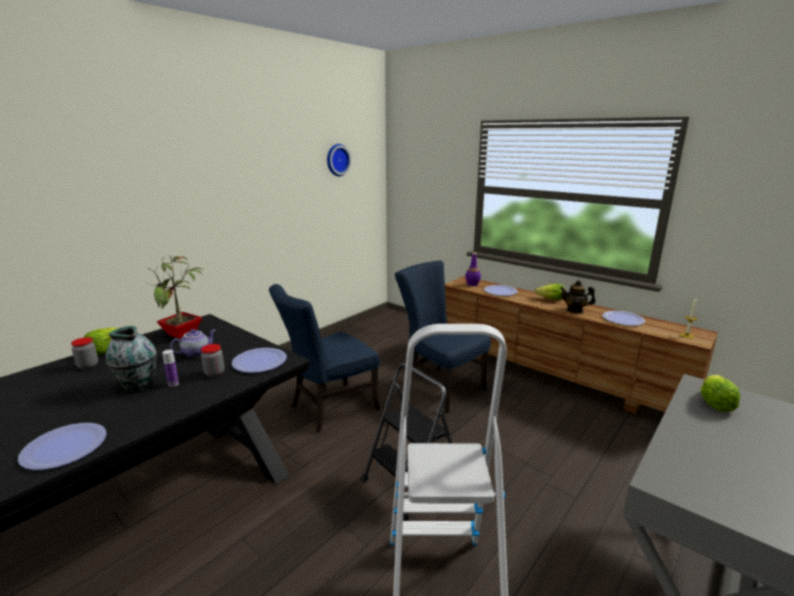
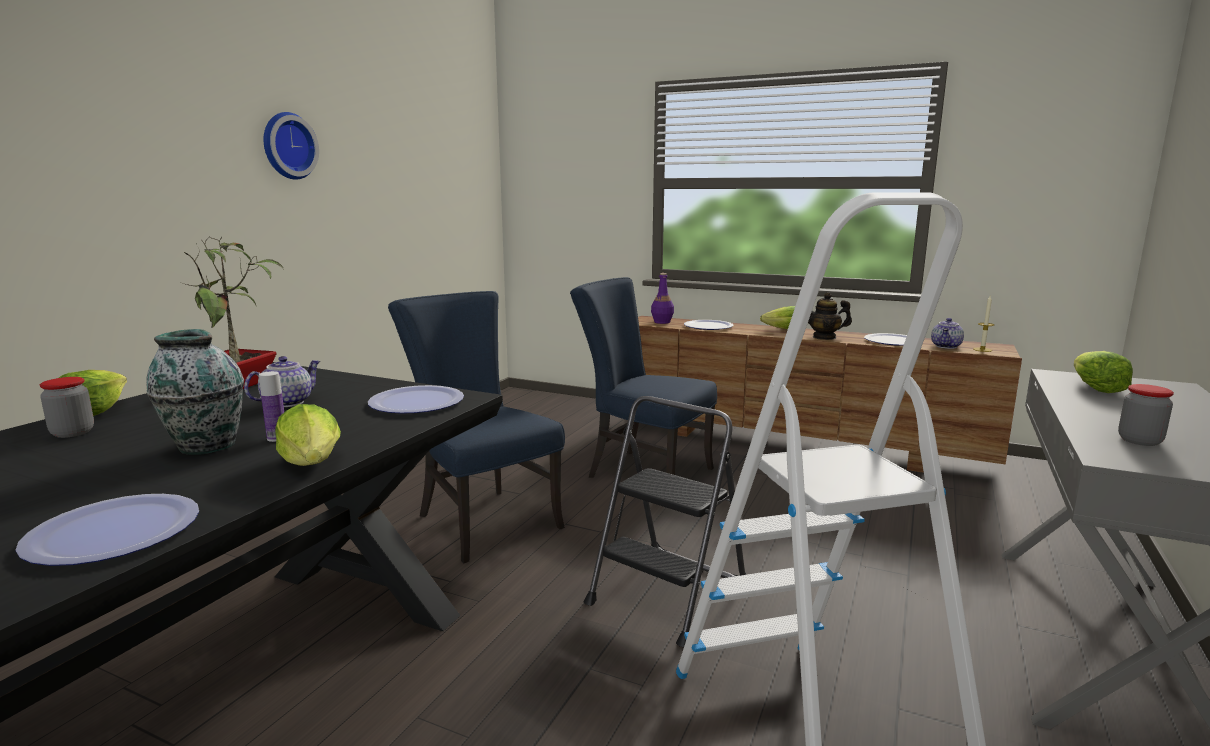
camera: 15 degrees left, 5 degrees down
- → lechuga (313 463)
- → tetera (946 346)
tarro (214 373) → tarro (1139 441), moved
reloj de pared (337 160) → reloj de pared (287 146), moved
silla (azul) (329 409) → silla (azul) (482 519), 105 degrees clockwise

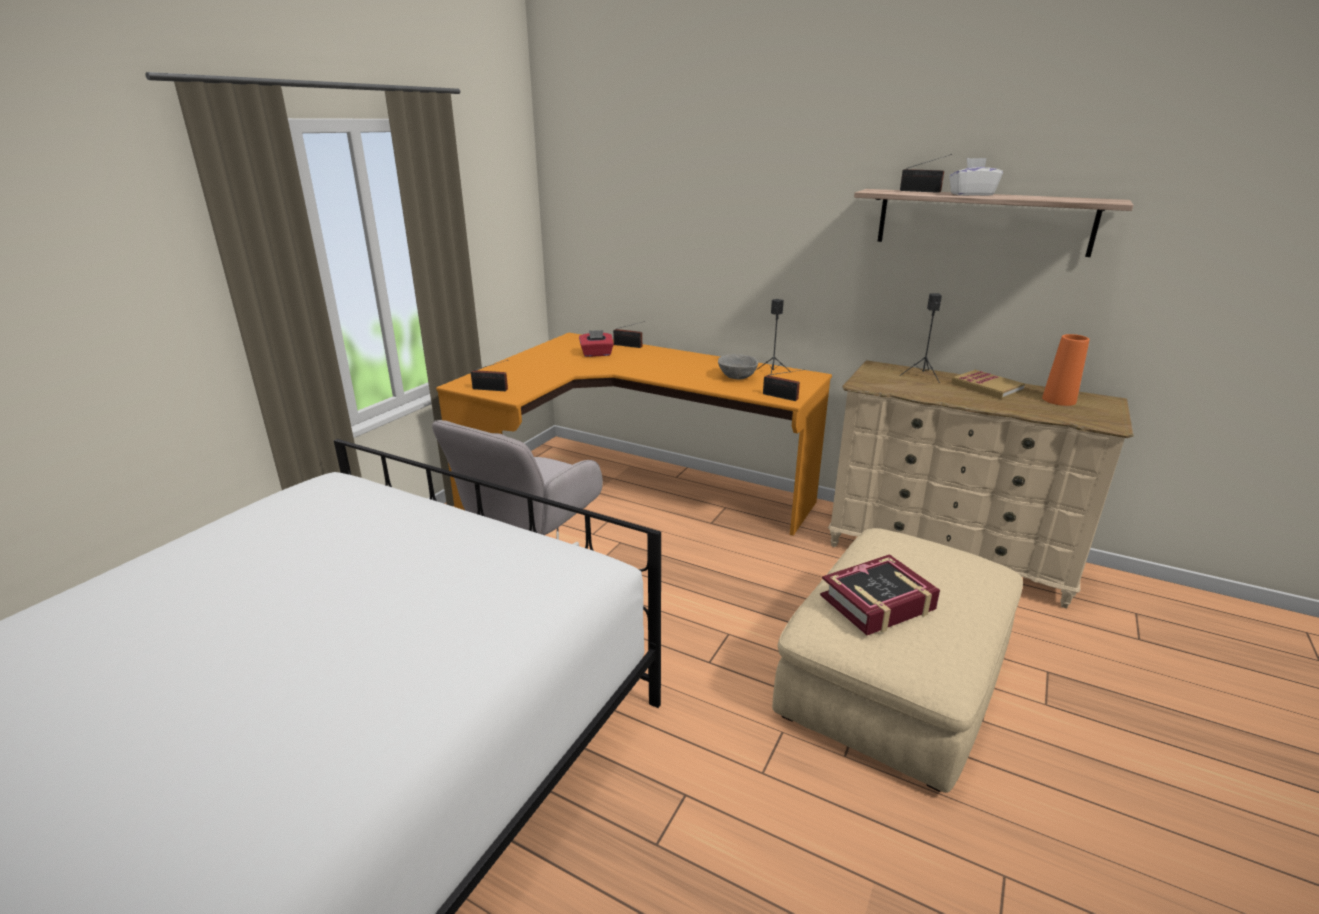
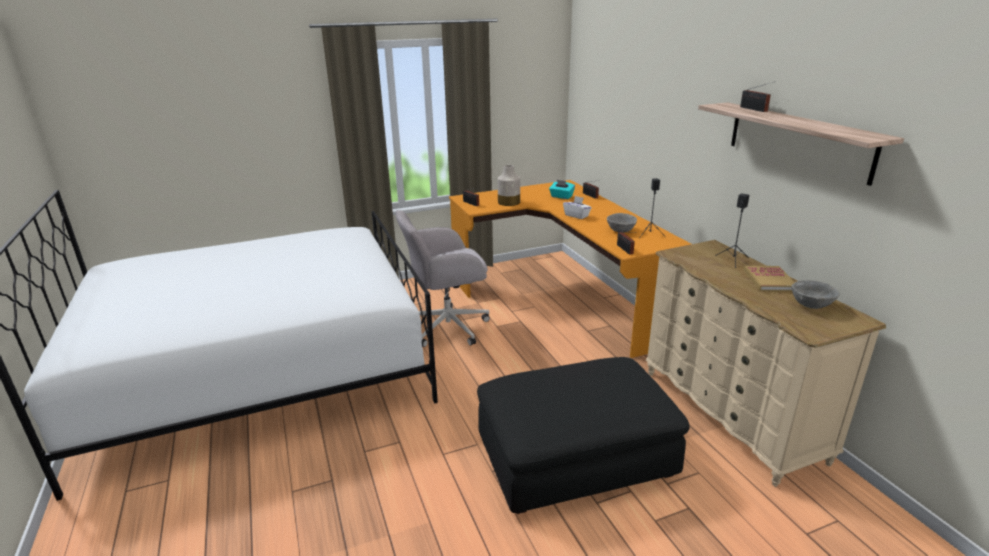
camera: 40 degrees right, 0 degrees up
libro (878 603) → -
- → florero (beis) (508 202)
caja de pañuelos (blanco) (971 194) → caja de pañuelos (blanco) (576 215), moved
florero (naranja) (1059 400) → cuenco (gris) (810 306)
caja de pañuelos (rojo) (596 354) → caja de pañuelos (turquesa) (561 196)
puf (beis) (895 679) → puf (negro) (575 456)

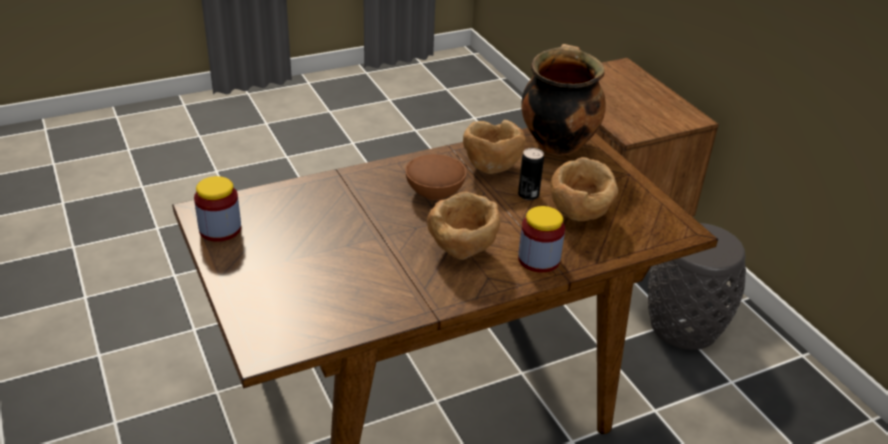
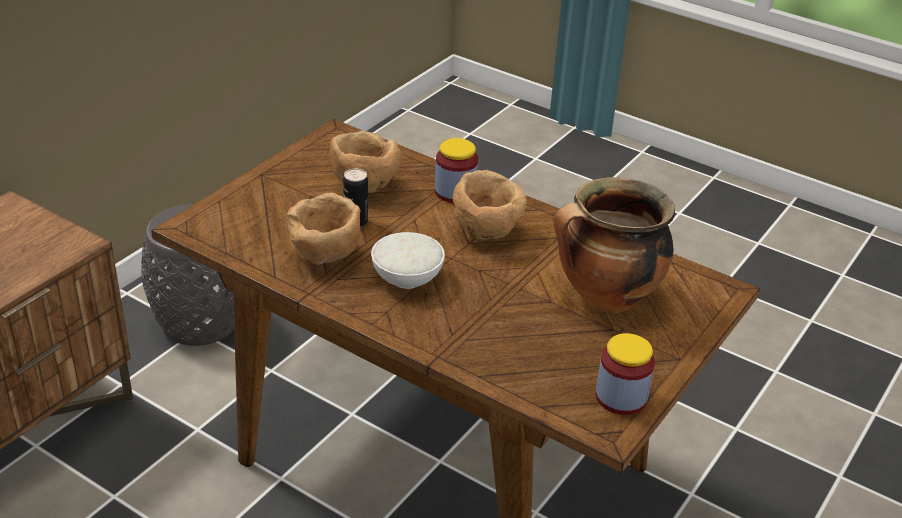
camera: 120 degrees left, 0 degrees up
olla (557 143) → olla (605 298), moved
cuenco (marrón) (434 192) → cuenco (blanco) (406 279)

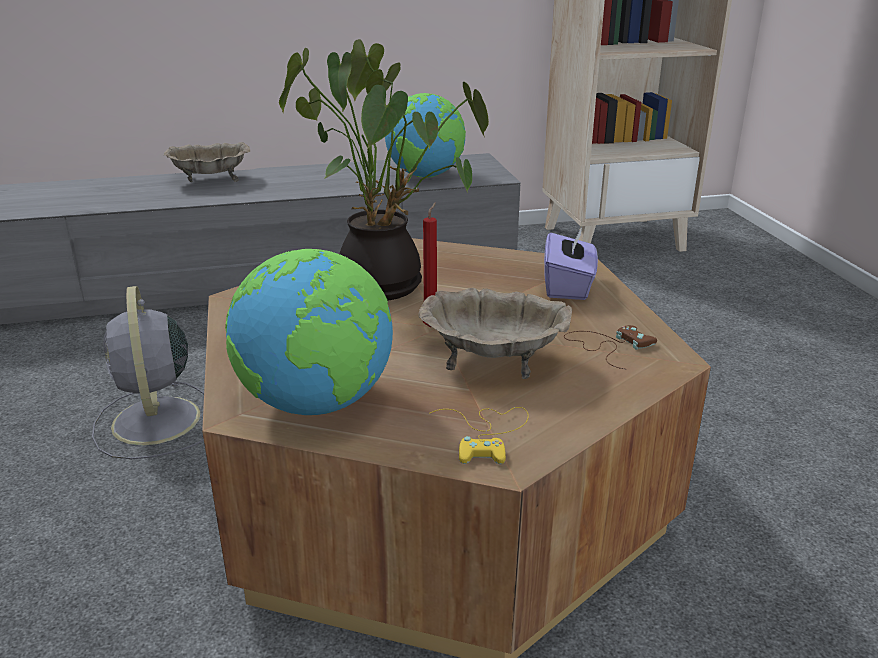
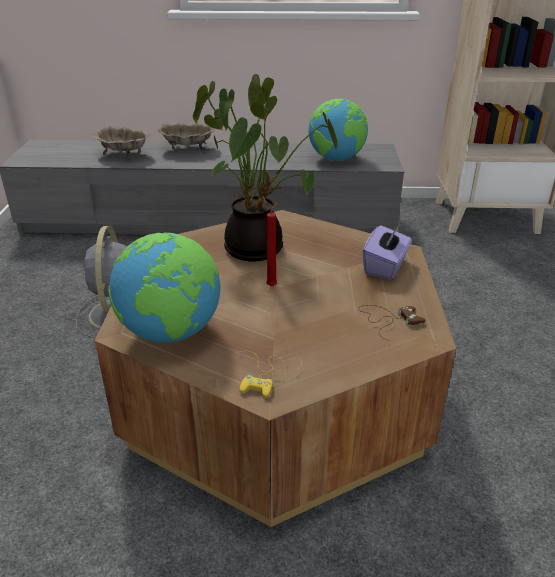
camera: 15 degrees right, 5 degrees up
cuenco (beis) (493 360) → cuenco (beis) (124 154), moved

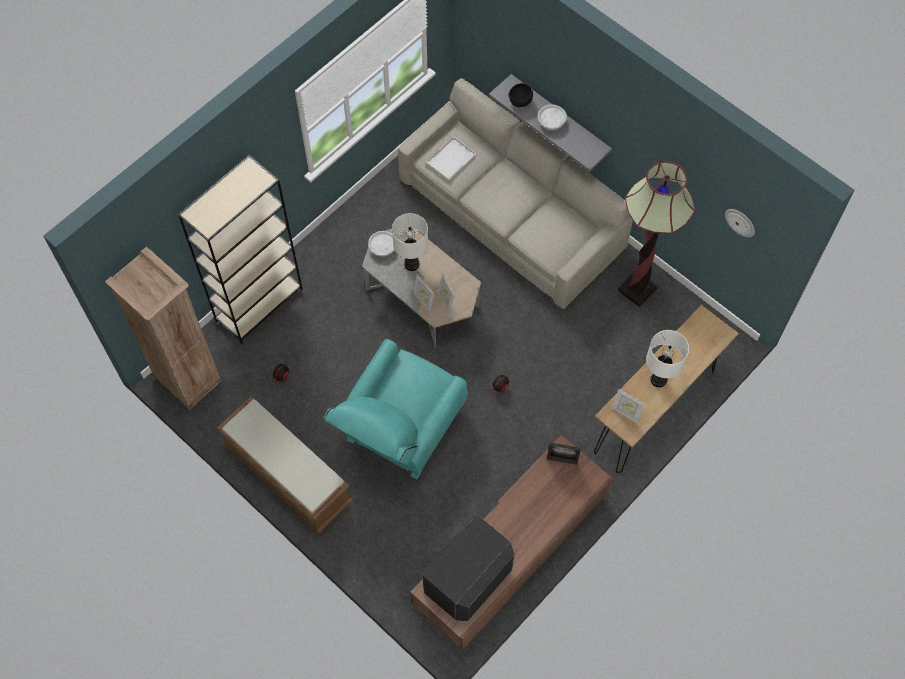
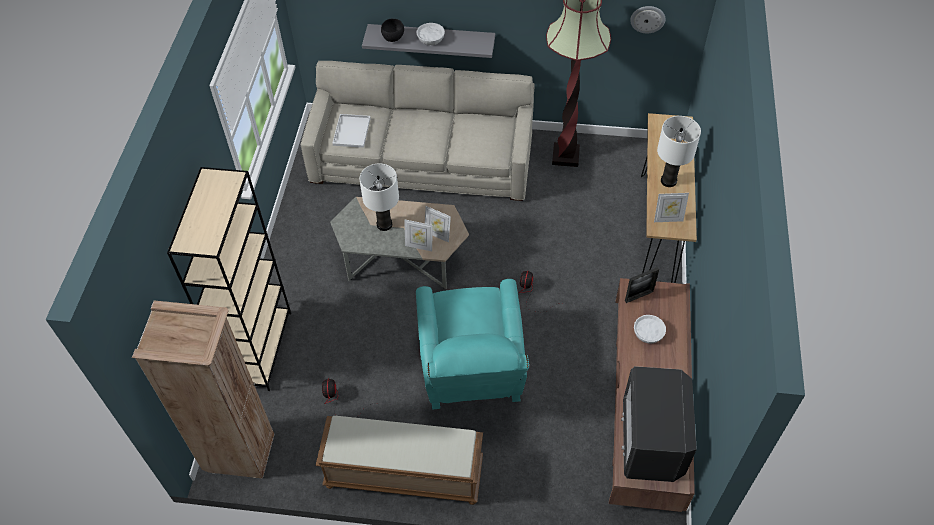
camera: 35 degrees left, 10 degrees down
cuenco (blanco) (383 247) → cuenco (blanco) (648 333), moved

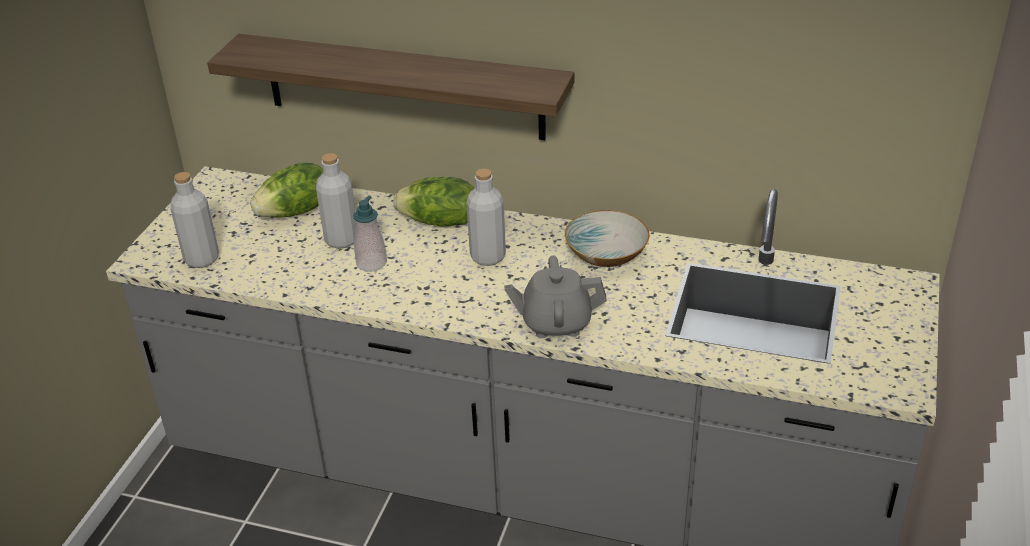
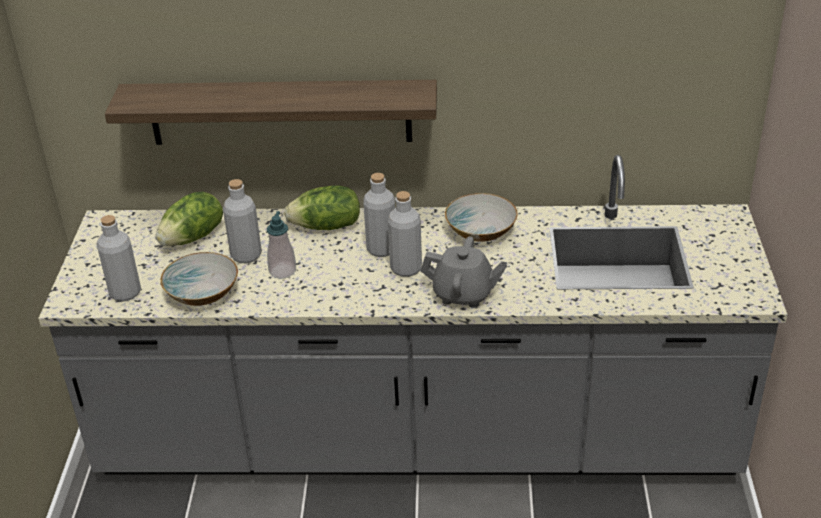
camera: 15 degrees left, 0 degrees up
- → cuenco (202 293)
- → botella (gris) (406 268)
tetera (gris) (556 323) → tetera (gris) (463 294), 150 degrees counterclockwise

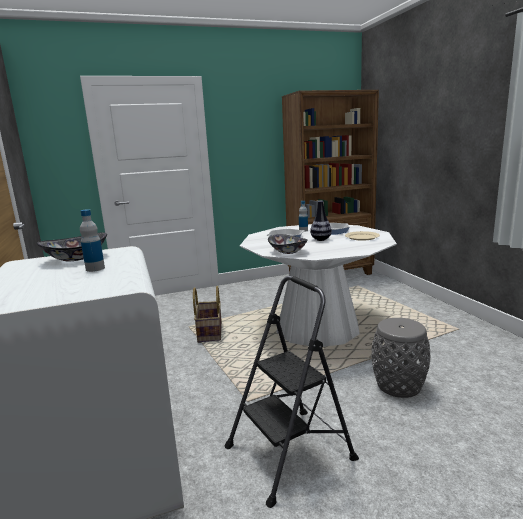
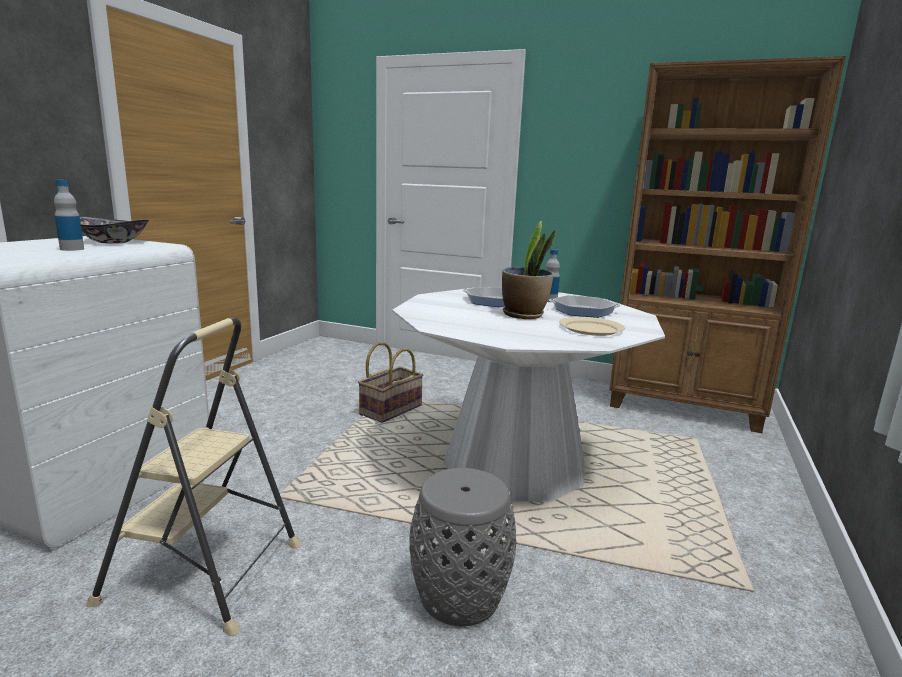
camera: 40 degrees right, 0 degrees up
cuenco (288 251) → -
florero (320 239) → planta en maceta (524 315)
escalera de tijera (negro) (293 450) → escalera de tijera (beis) (207 573)

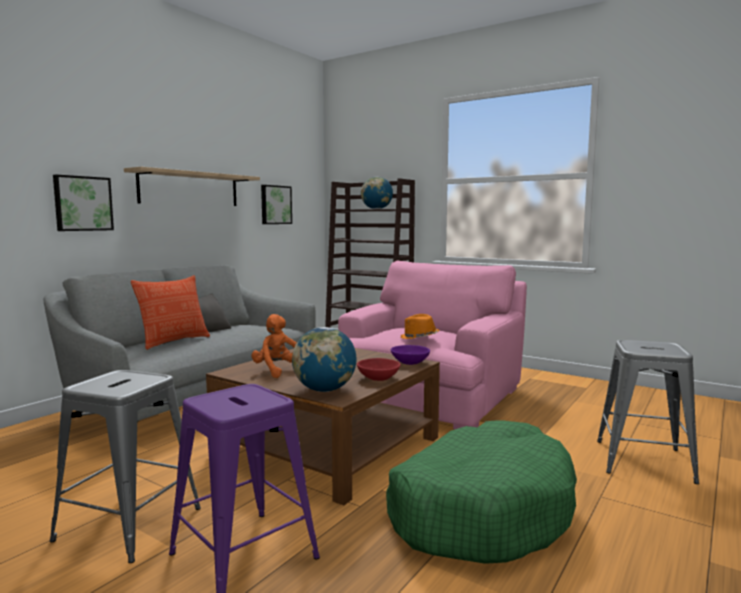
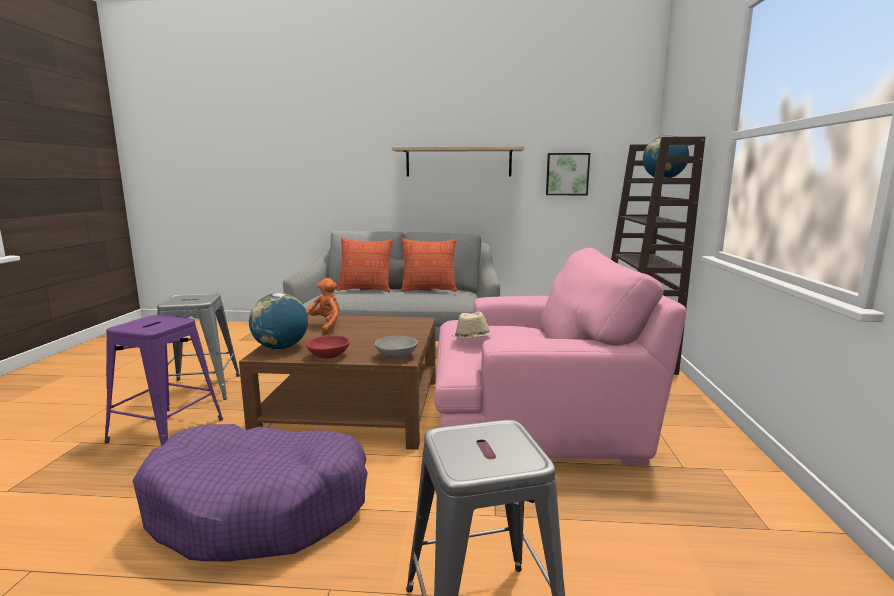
camera: 60 degrees right, 5 degrees up
cuadro (82 203) → -
- → cojín (naranja) (429 290)
cama para perro (verde) (480 510) → cama para perro (morado) (260 507)
cuenco (morado) (410 363) → cuenco (gris) (396 356)
sombrero (naranja) (419 338) → sombrero (beis) (472 339)

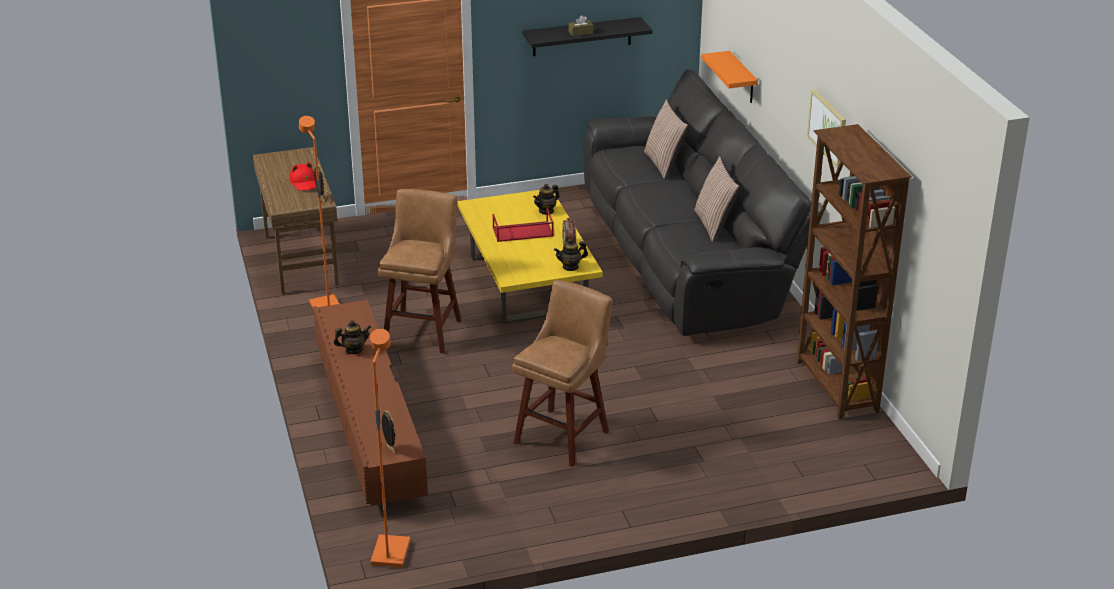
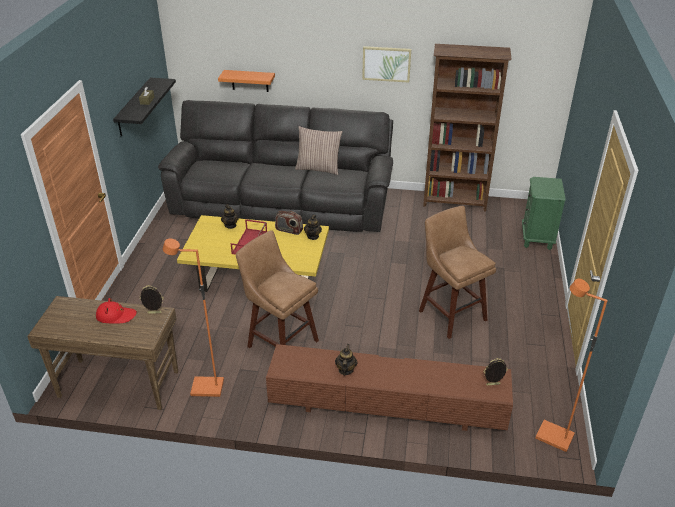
camera: 65 degrees left, 5 degrees up
cojín (664 164) → -
- → mesita de noche (verde) (537 238)

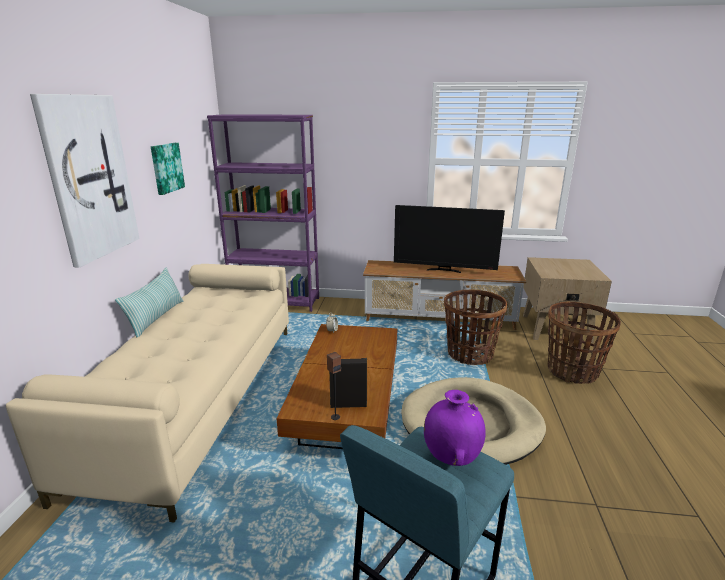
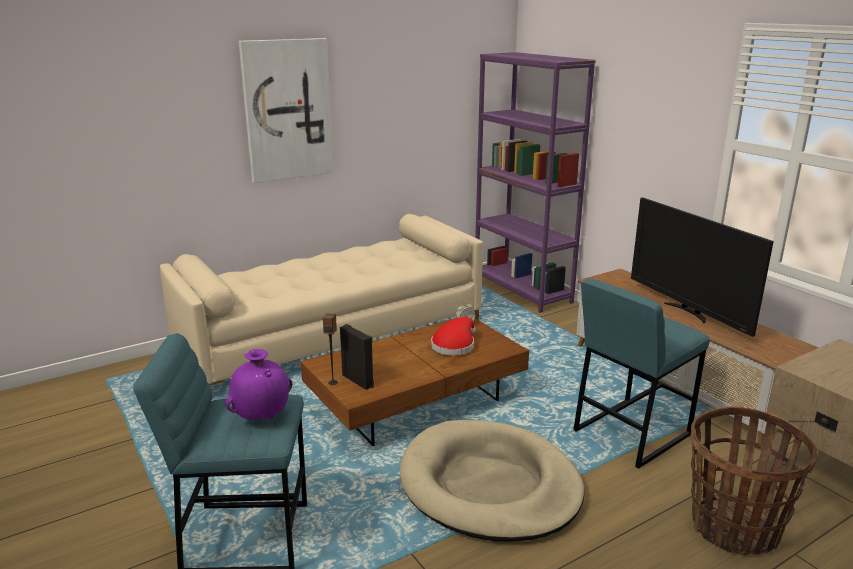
camera: 50 degrees right, 0 degrees up
cojín (156 318) → -
cuadro (166 168) → -
- → sombrero (rojo) (454 345)
cesta (469 354) → taburete (azul) (630 434)

